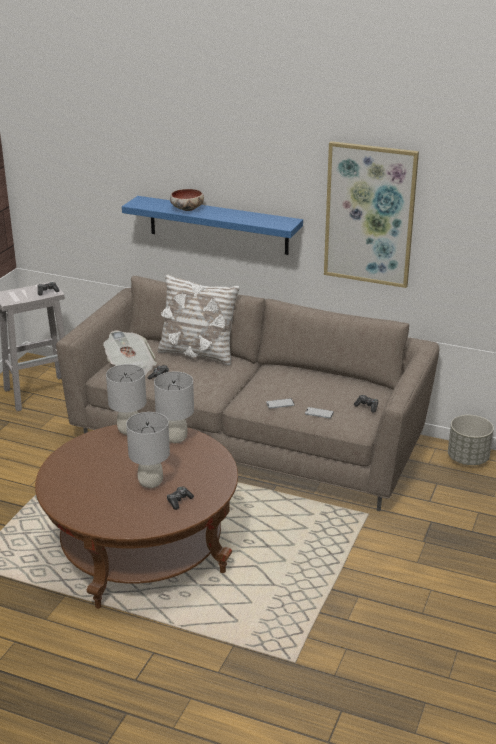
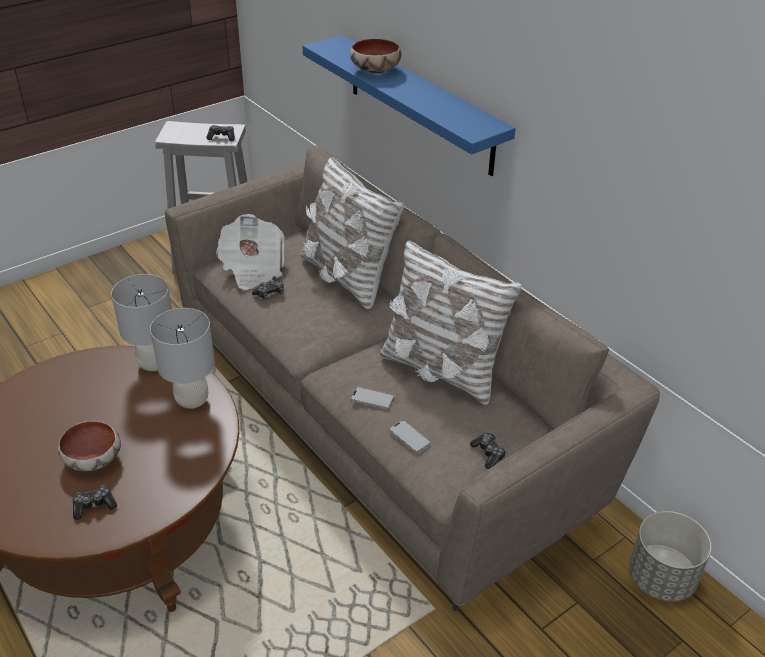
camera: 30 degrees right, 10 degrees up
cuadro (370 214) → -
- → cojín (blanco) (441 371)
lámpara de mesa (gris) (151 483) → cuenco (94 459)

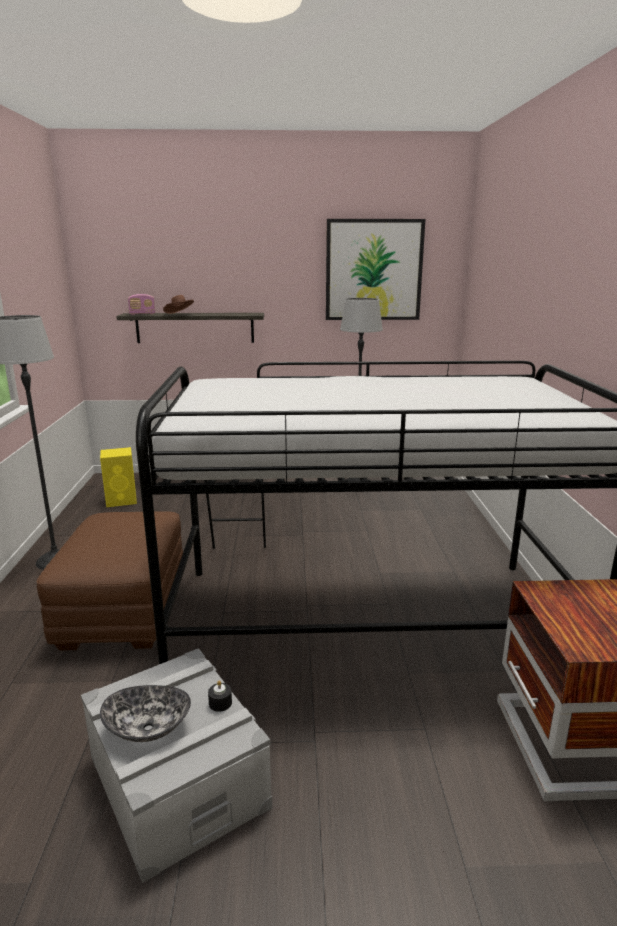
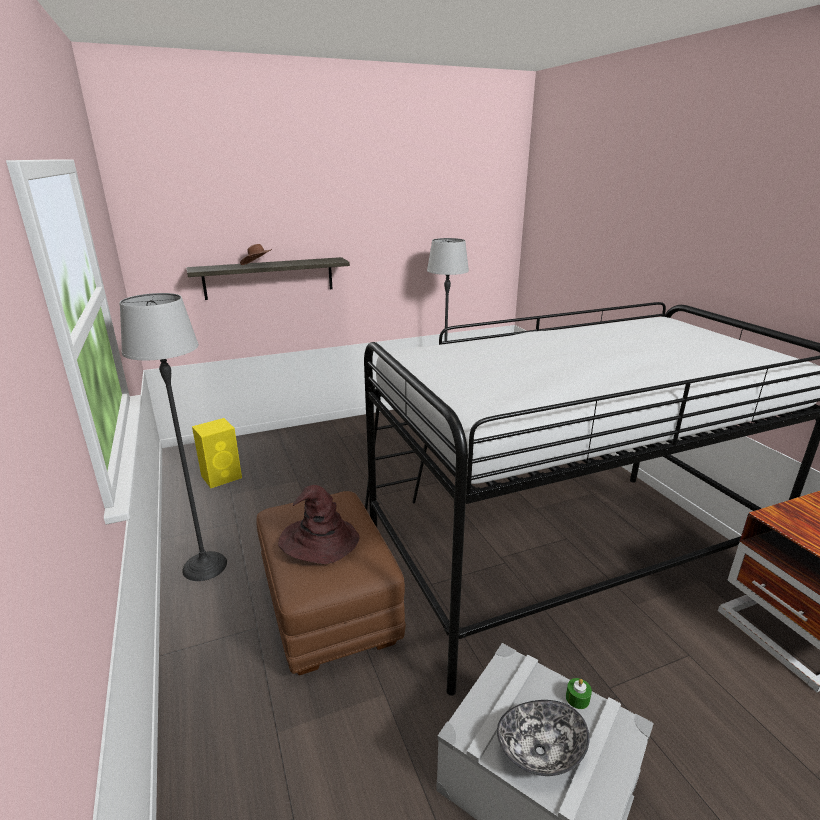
camera: 20 degrees left, 5 degrees up
radio (142 314) → -
cuadro (373 270) → -
- → sombrero (marrón) (318 542)
vela (negro) (220 703) → vela (verde) (577 698)

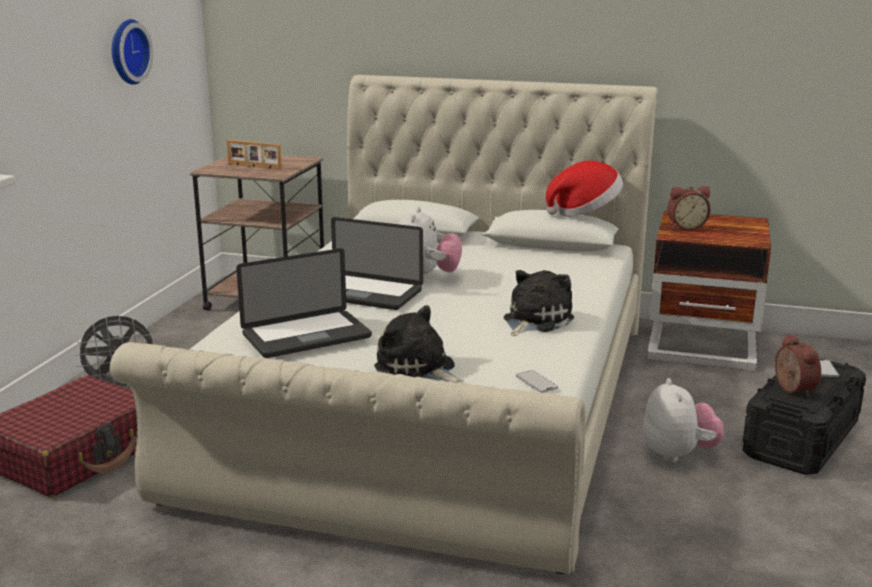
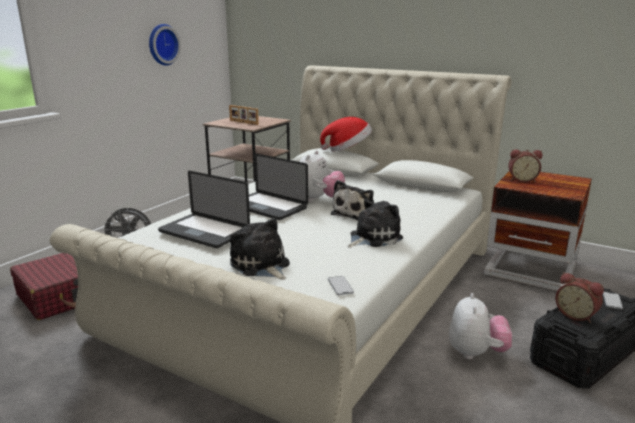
camera: 15 degrees right, 0 degrees up
- → peluche (356 213)
sombrero (584 212) → sombrero (347 150), moved
portátil (306 336) → portátil (204 232), 45 degrees clockwise
despertador (791 389) → despertador (576 315), 135 degrees clockwise

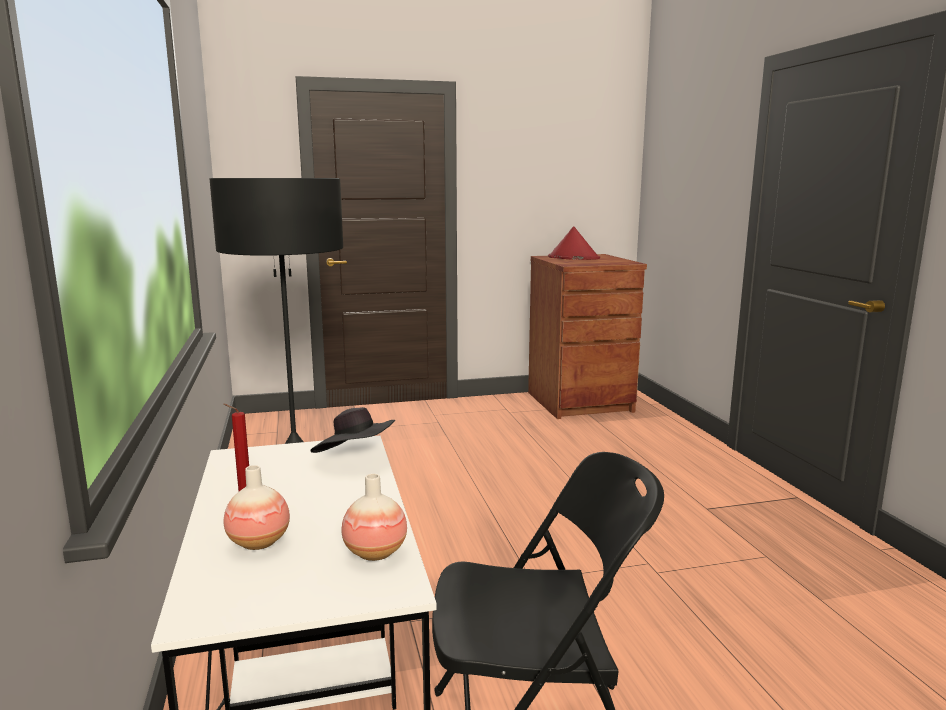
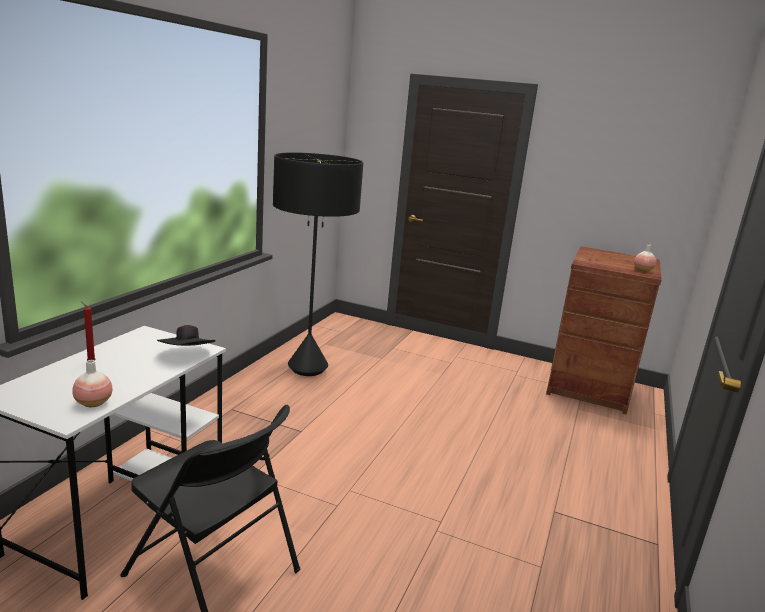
camera: 35 degrees right, 5 degrees up
sombrero (rojo) (573 258) → -
florero (259 542) → florero (643 270), moved

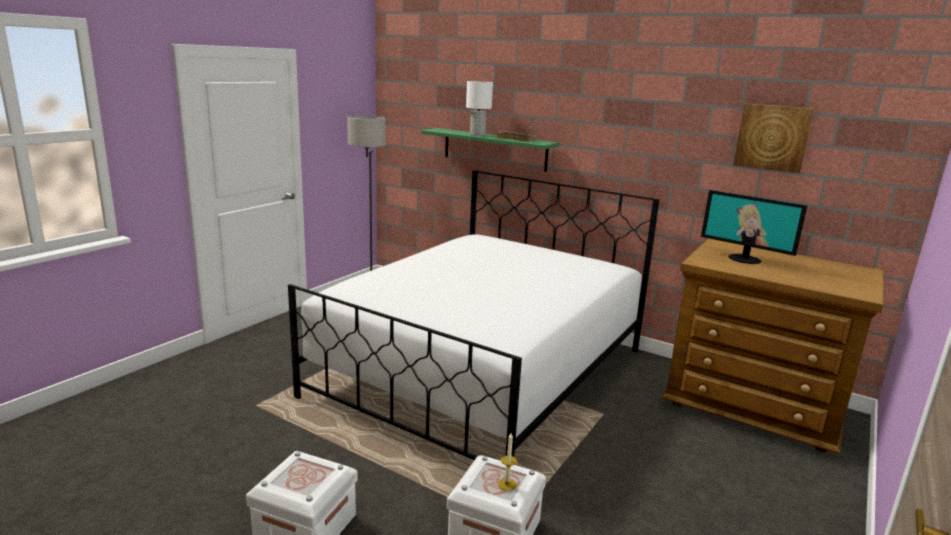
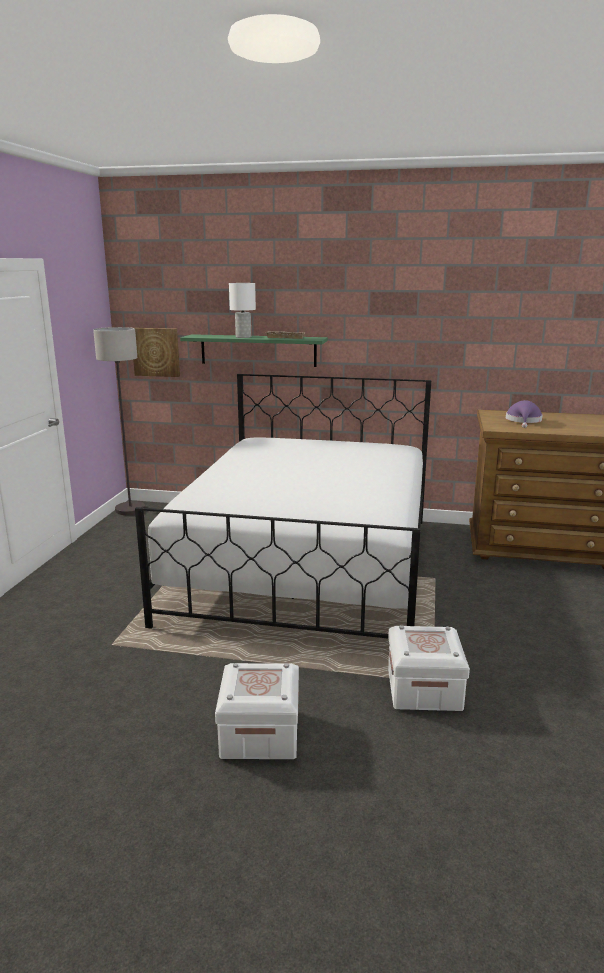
camera: 20 degrees left, 0 degrees up
vela (507 484) → -
cuadro (772 137) → cuadro (156 352), moved
monitor (744 259) → sombrero (morado) (523 421)

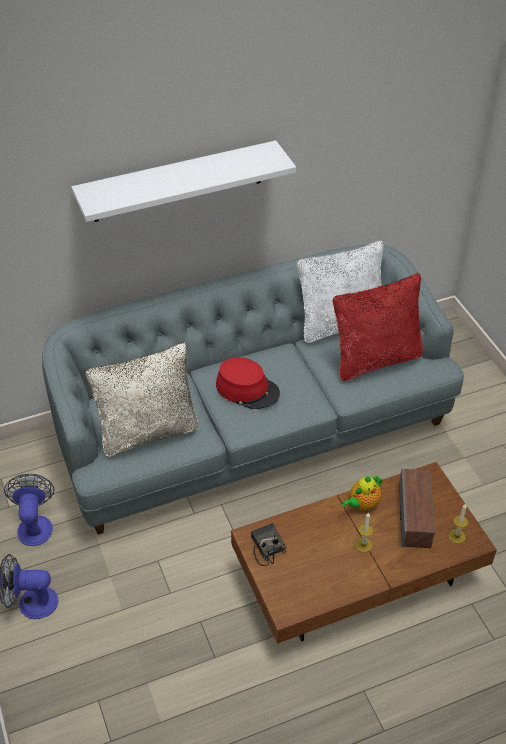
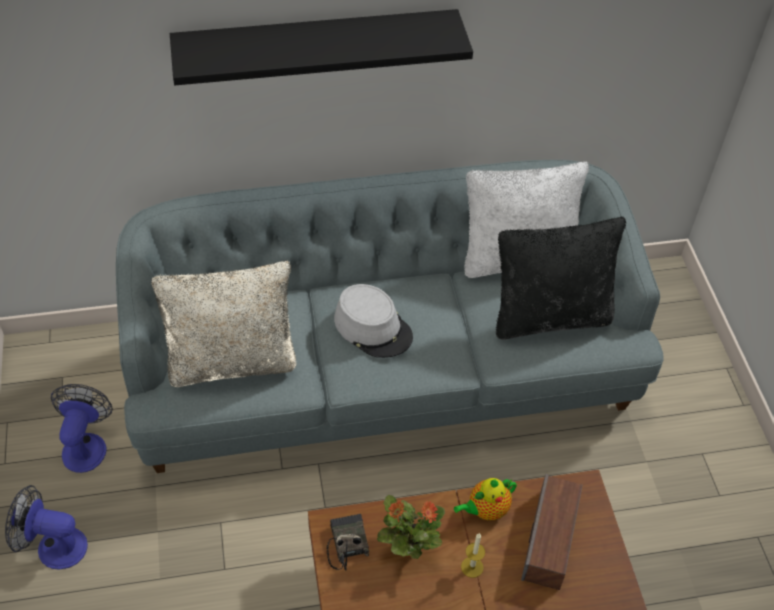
camera: 10 degrees right, 5 degrees up
vela (456 536) → -
- → planta en maceta (408 546)
estante (blanco) (177 182) → estante (negro) (317 46)
sombrero (rojo) (247 389) → sombrero (gris) (373 328)
cojín (rojo) (376 361) → cojín (negro) (551 319)

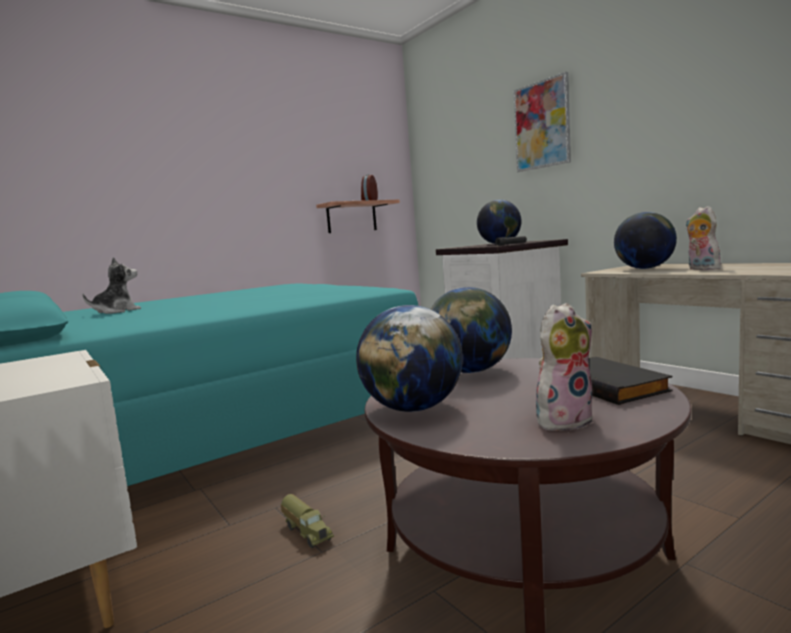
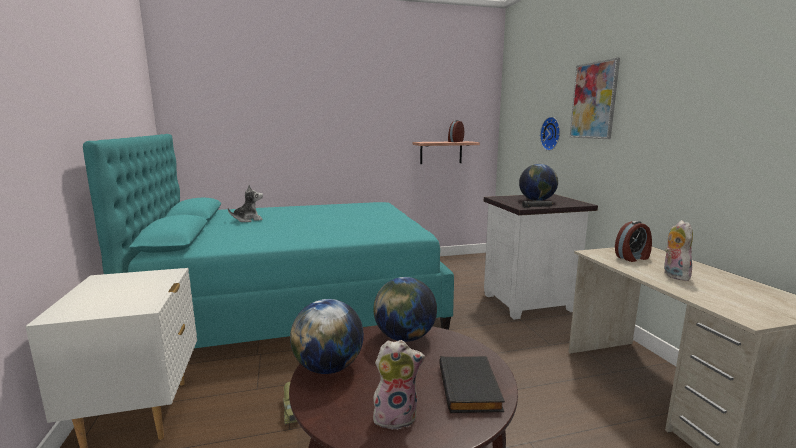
camera: 20 degrees right, 5 degrees up
- → reloj de pared (552 133)
globo terráqueo (644 268) → despertador (633 258)

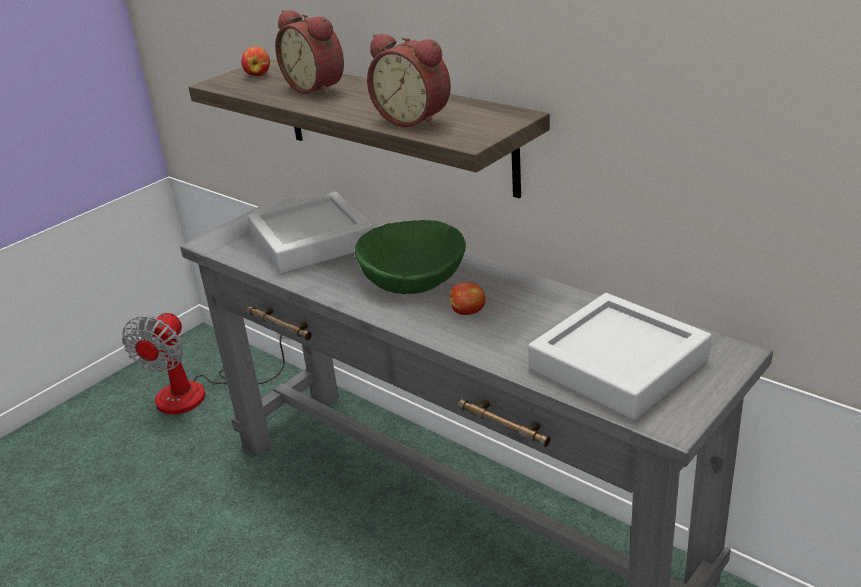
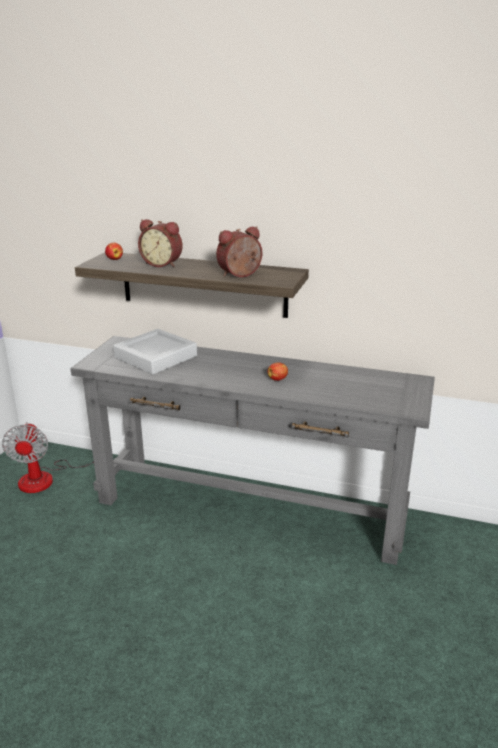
camera: 25 degrees left, 5 degrees down
cuenco (verde) (412 275) → -
bandeja (gris) (618 365) → -
despertador (415 119) → despertador (240 275), 135 degrees clockwise

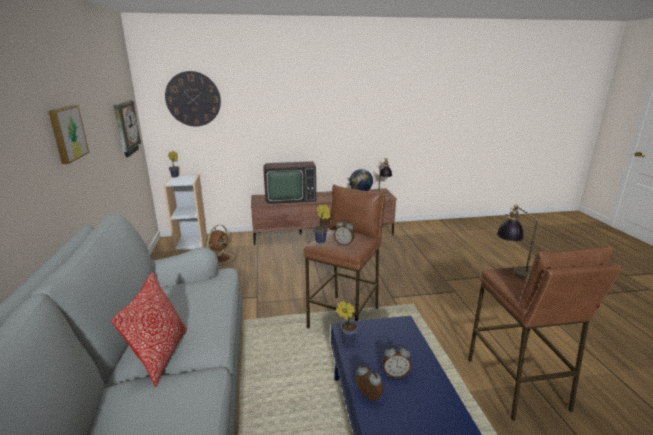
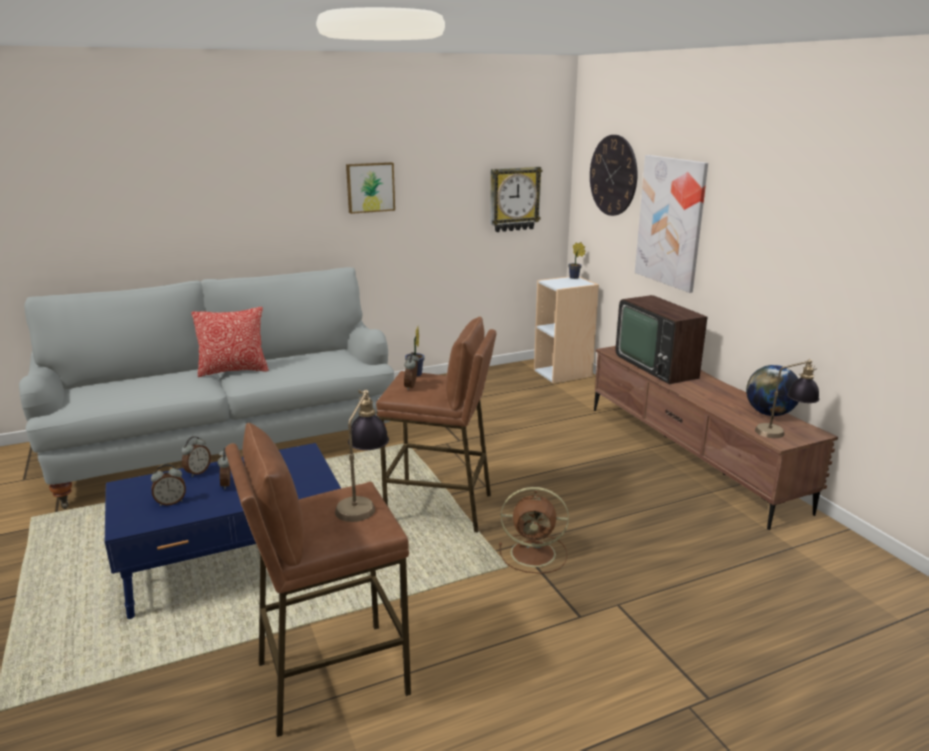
camera: 75 degrees right, 0 degrees up
planta en maceta (347 340) → -
- → despertador (171 502)
- → cuadro (670 222)
ventilador (marrón) (220 258) → ventilador (marrón) (535 553), moved

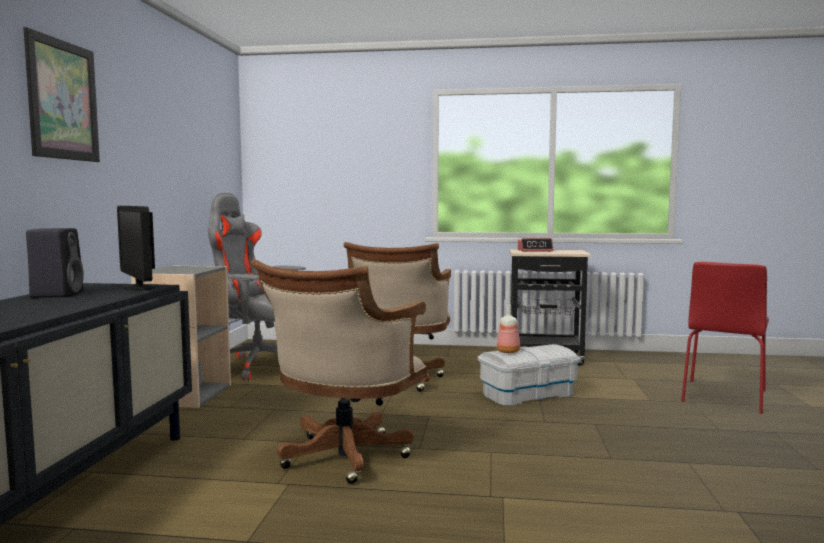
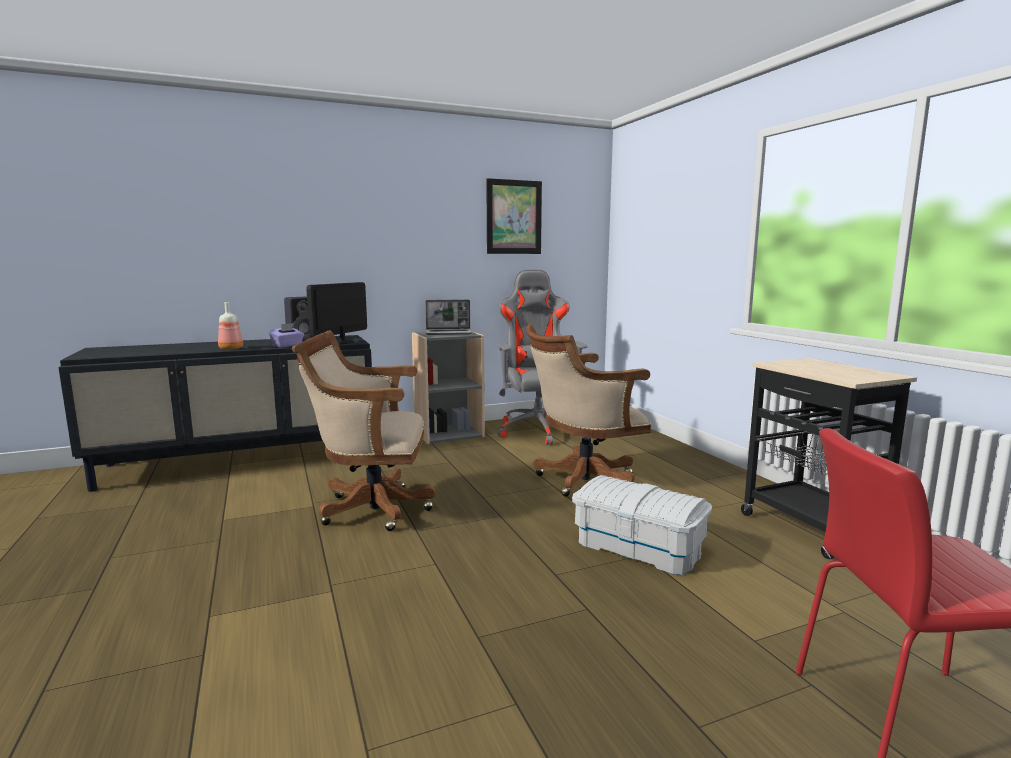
camera: 60 degrees right, 5 degrees up
despertador (535 250) → -
- → caja de pañuelos (morado) (287 345)
- → portátil (449 333)
cuadro (63 100) → cuadro (514 217), moved
botella (508 351) → botella (231 349), moved

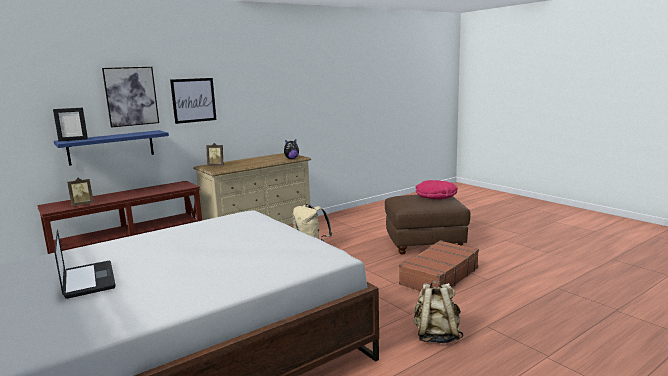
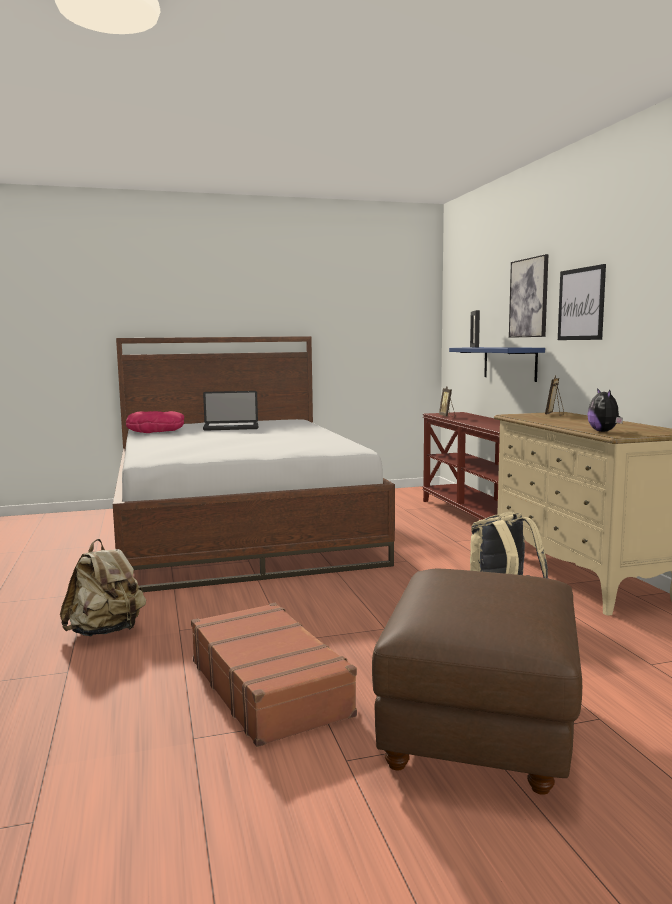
camera: 110 degrees right, 5 degrees down
cojín (rosa) (435 196) → cojín (rosa) (155 431), moved

